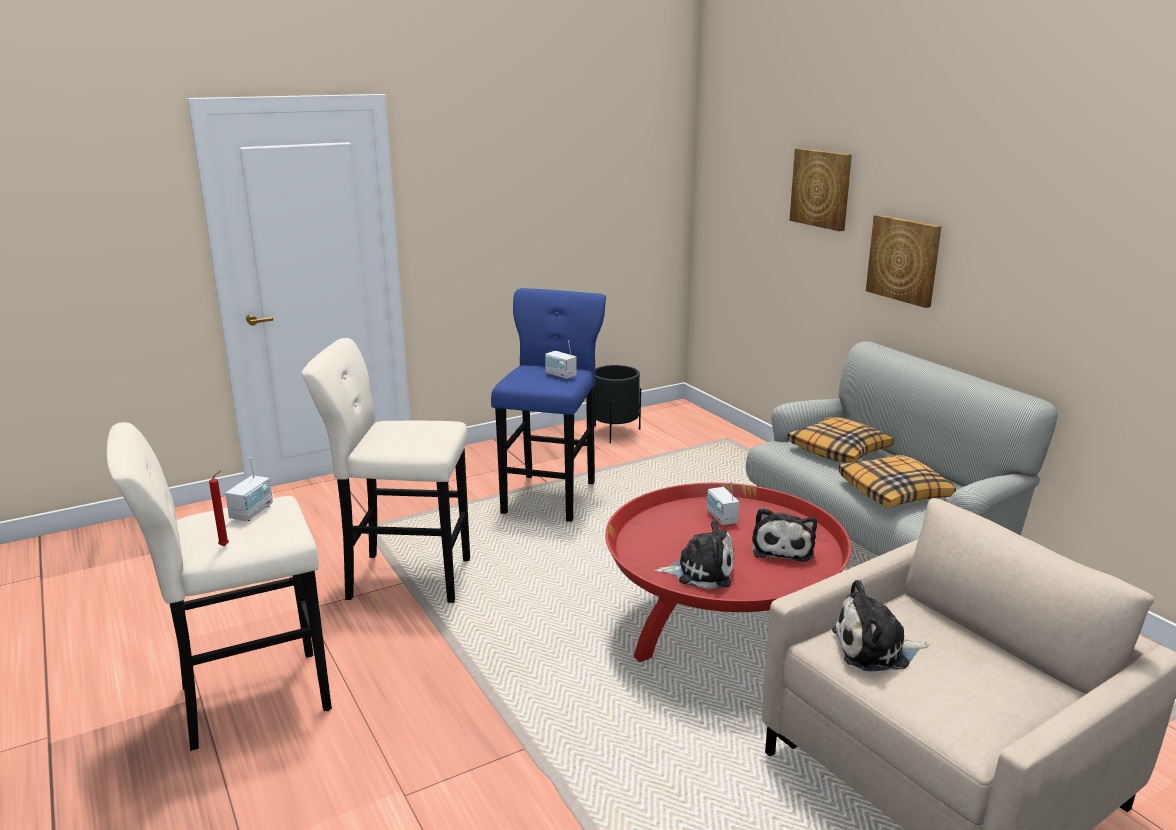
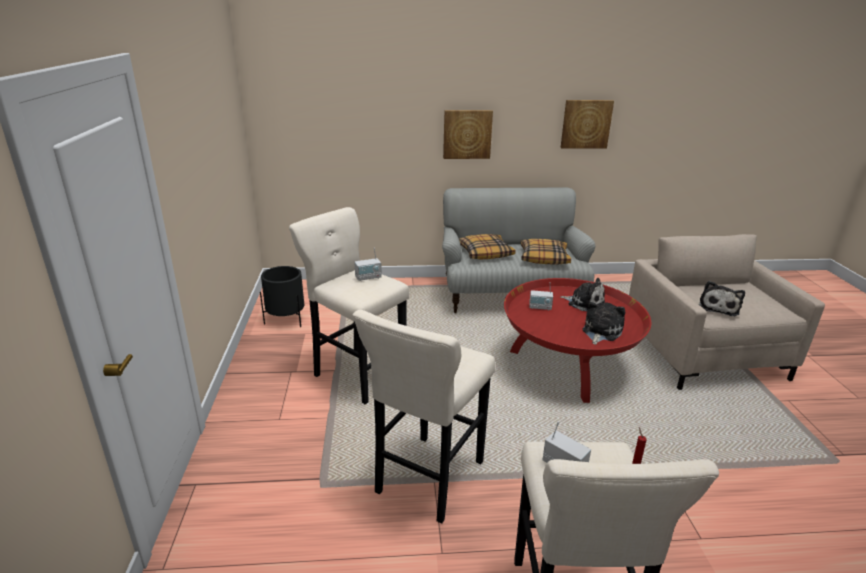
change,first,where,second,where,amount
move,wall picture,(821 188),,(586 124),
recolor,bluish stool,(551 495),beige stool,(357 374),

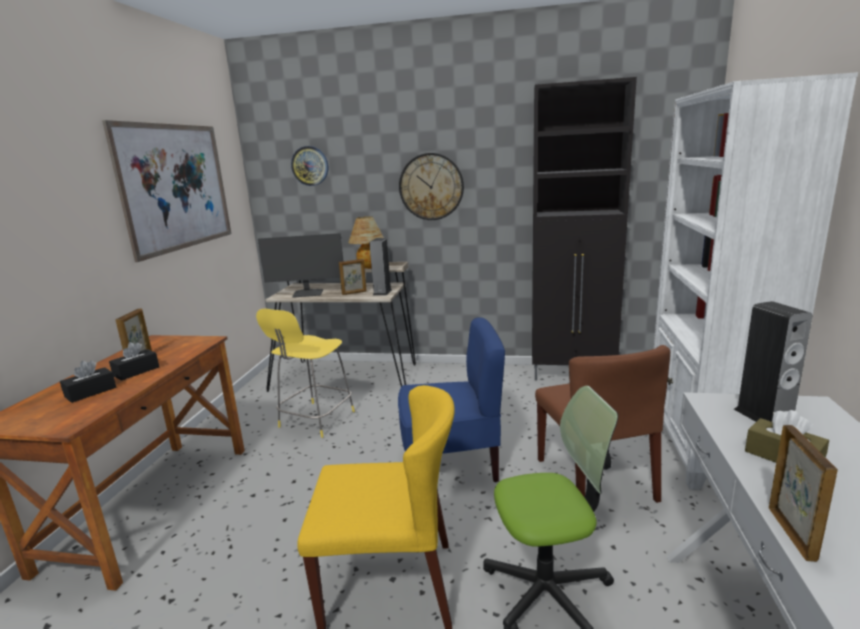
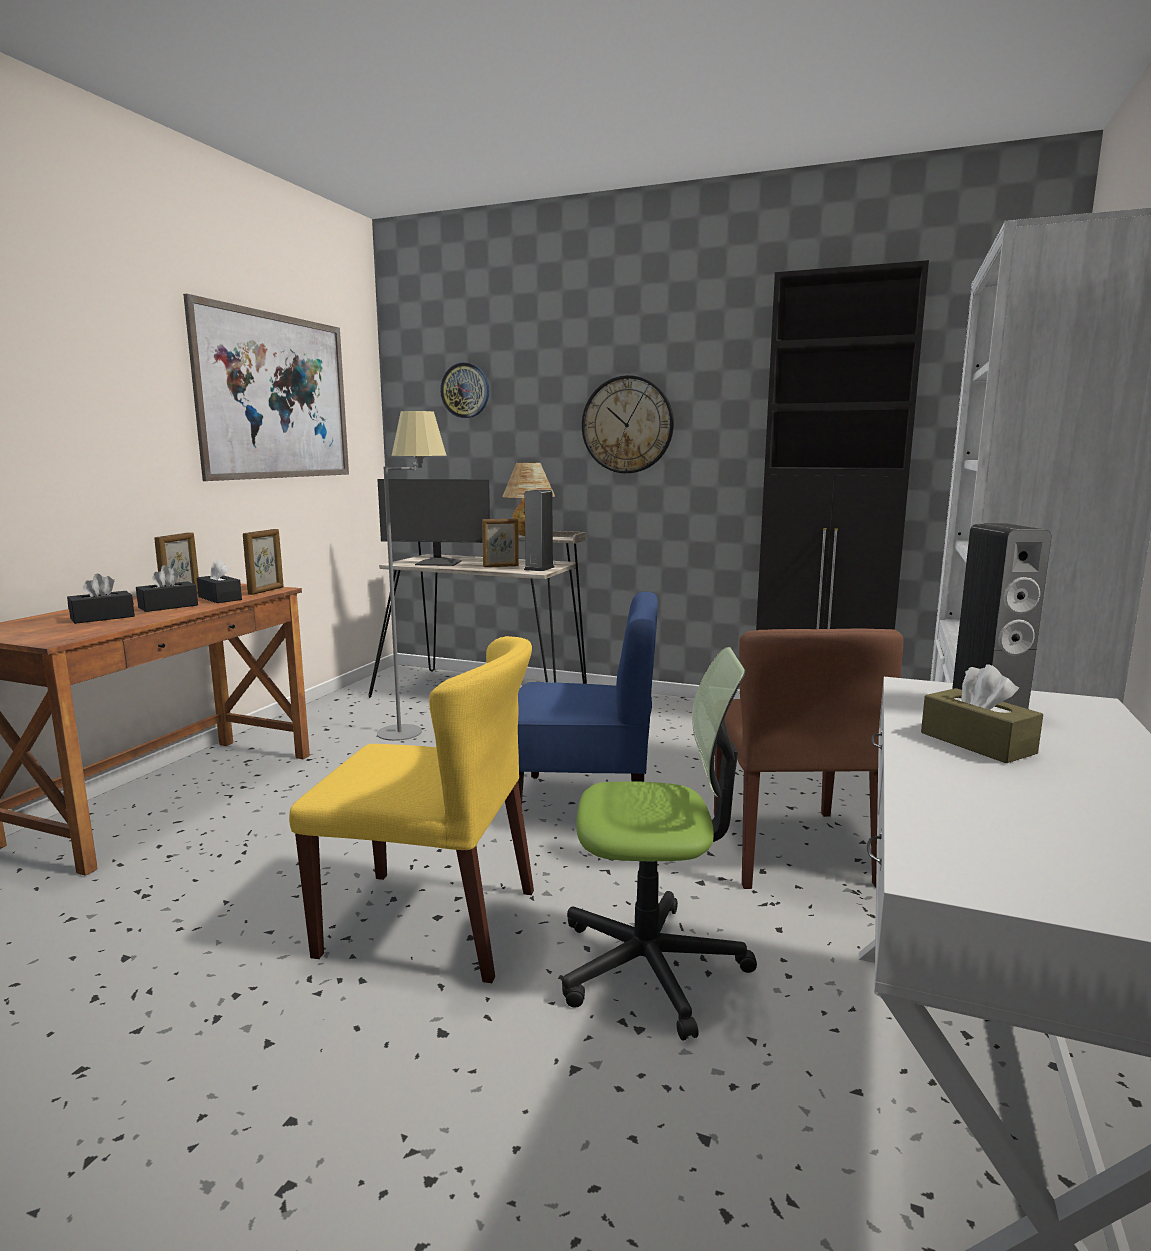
change,first,where,second,where,amount
insert,,,black tissue holder,(220 598),
move,photo frame,(792 533),,(266 591),
replace,yellow stool,(315 420),grey standing lamp,(417 734),

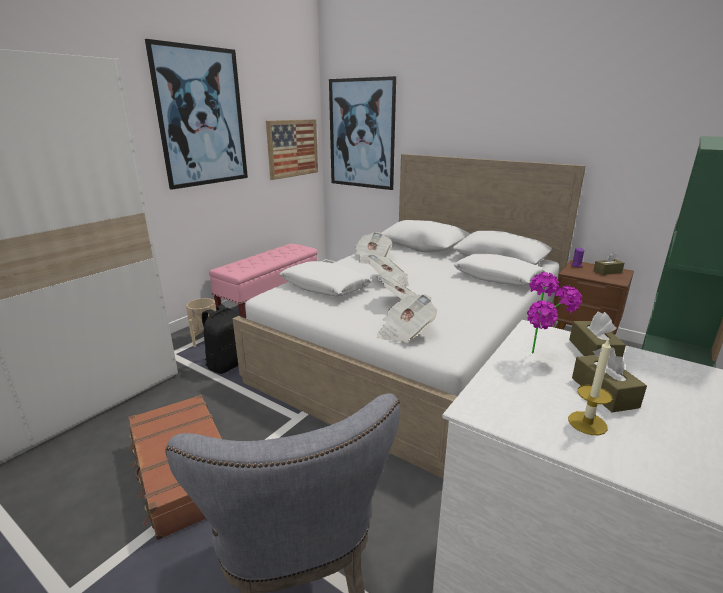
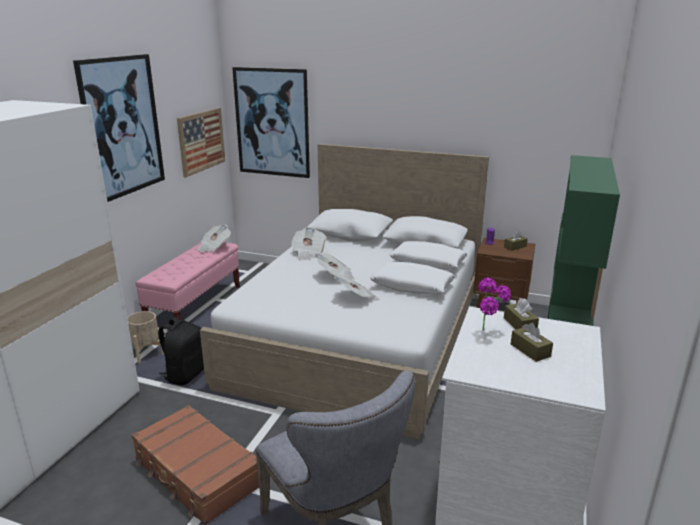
change,first,where,second,where,amount
delete,wax light,(587 423),,,
move,white-coloured pillow,(325 287),,(412 286),
move,printed paper,(405 332),,(214 247),

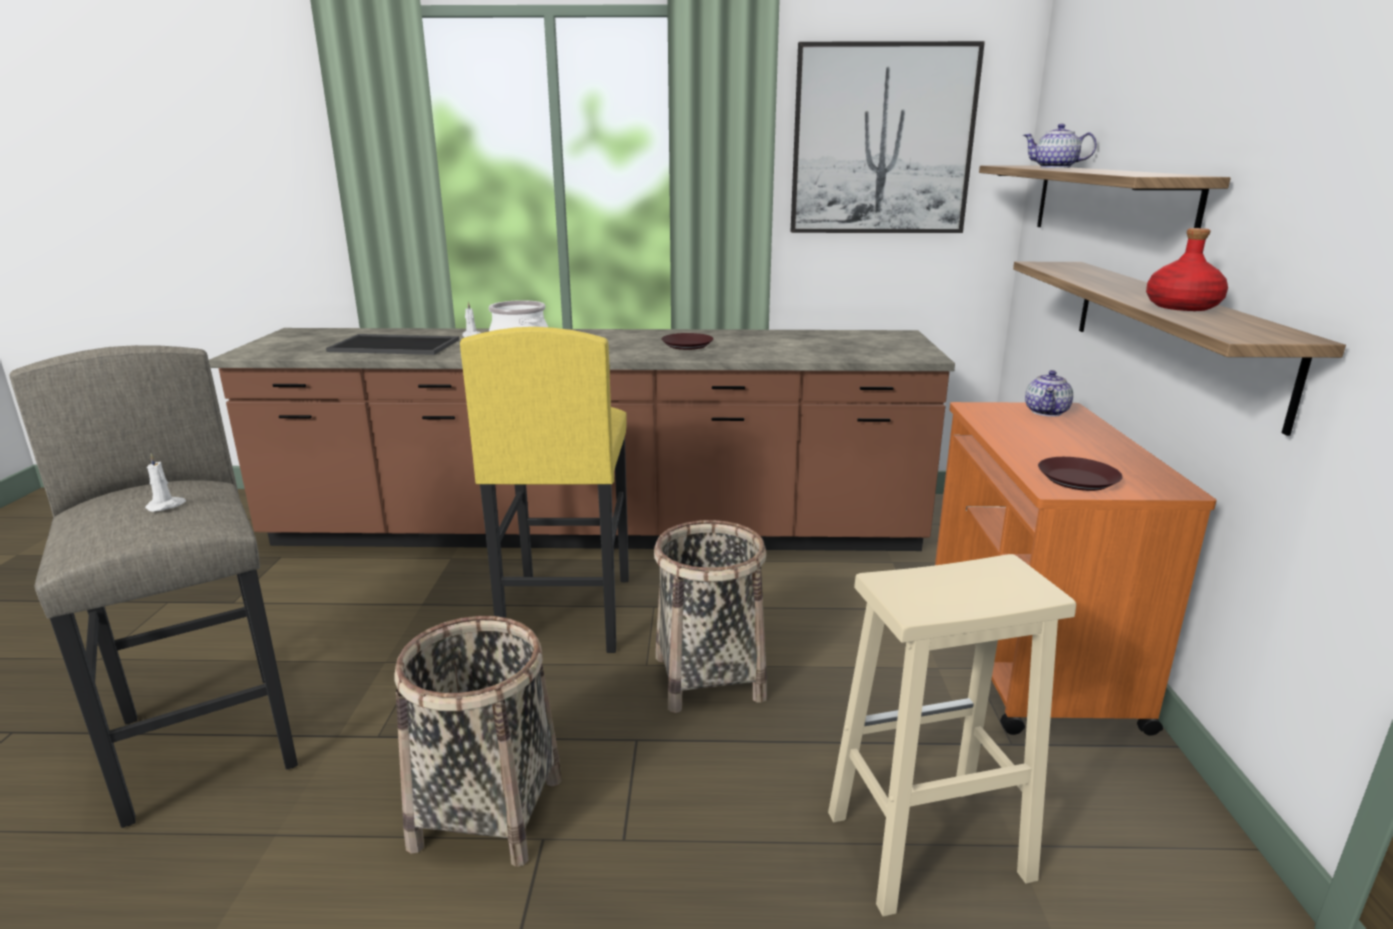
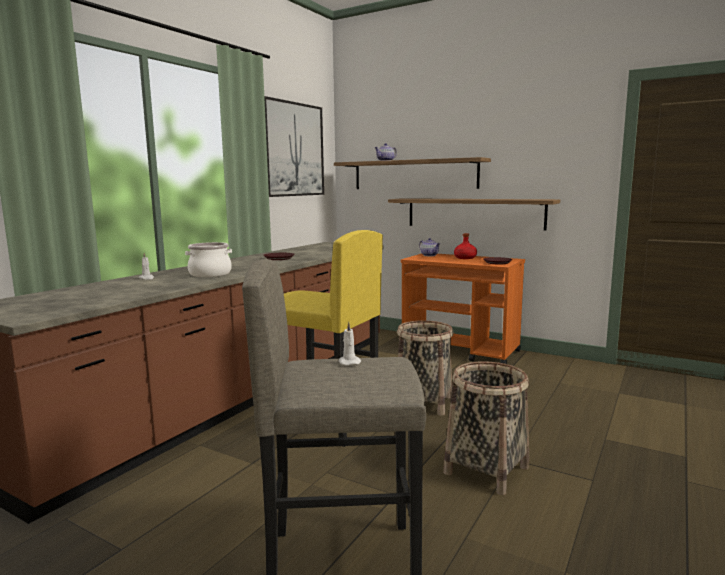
change,first,where,second,where,amount
delete,serving tray,(396 345),,,
delete,beige stool,(925 847),,,
move,reddish drink bottle,(1182 307),,(465 258),

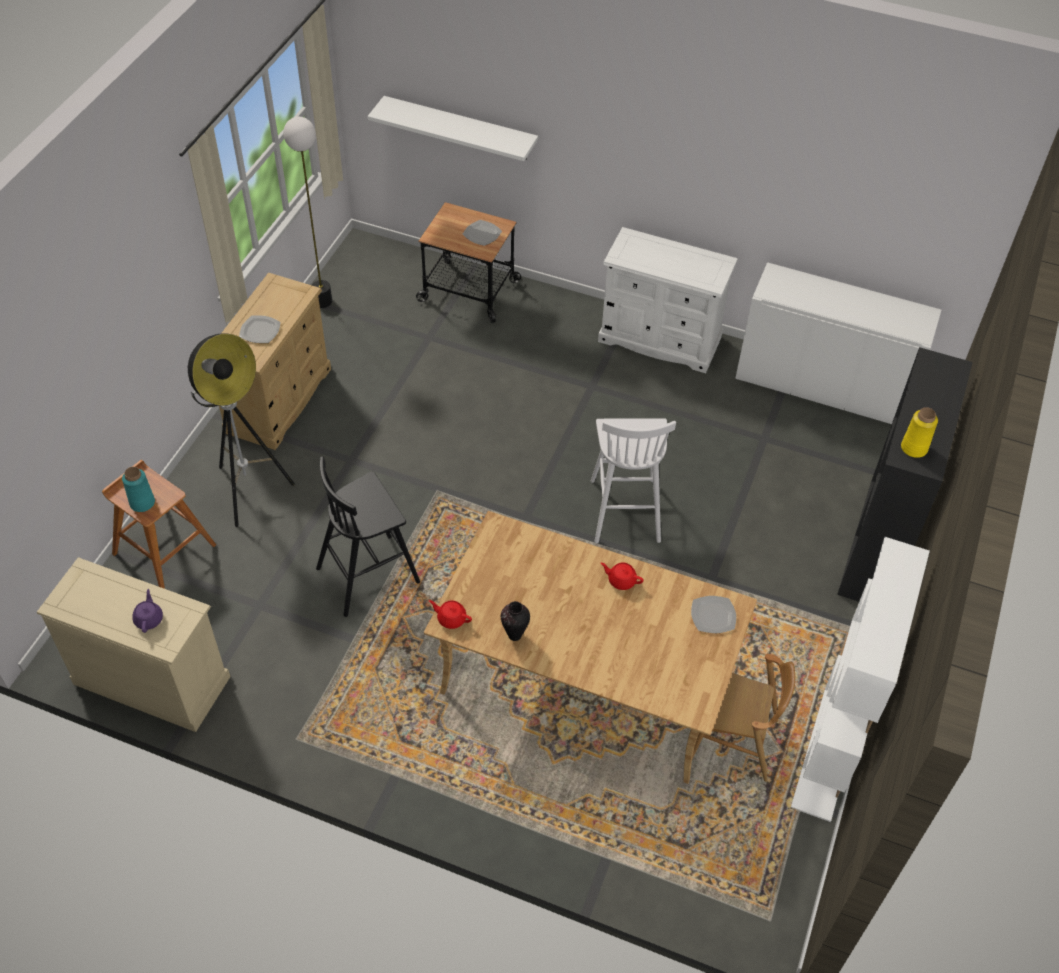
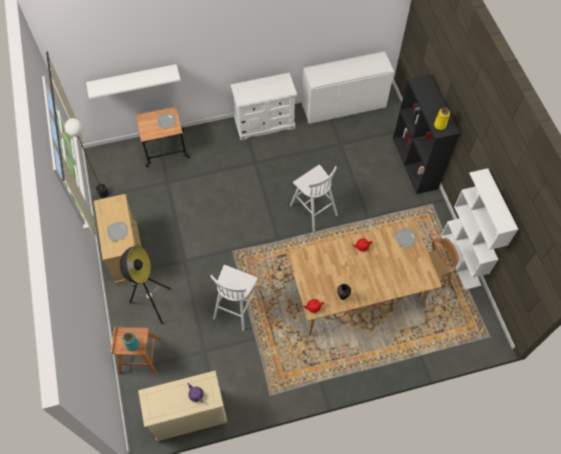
change,first,where,second,where,amount
recolor,black stool,(370 574),white-coloured stool,(237 306),

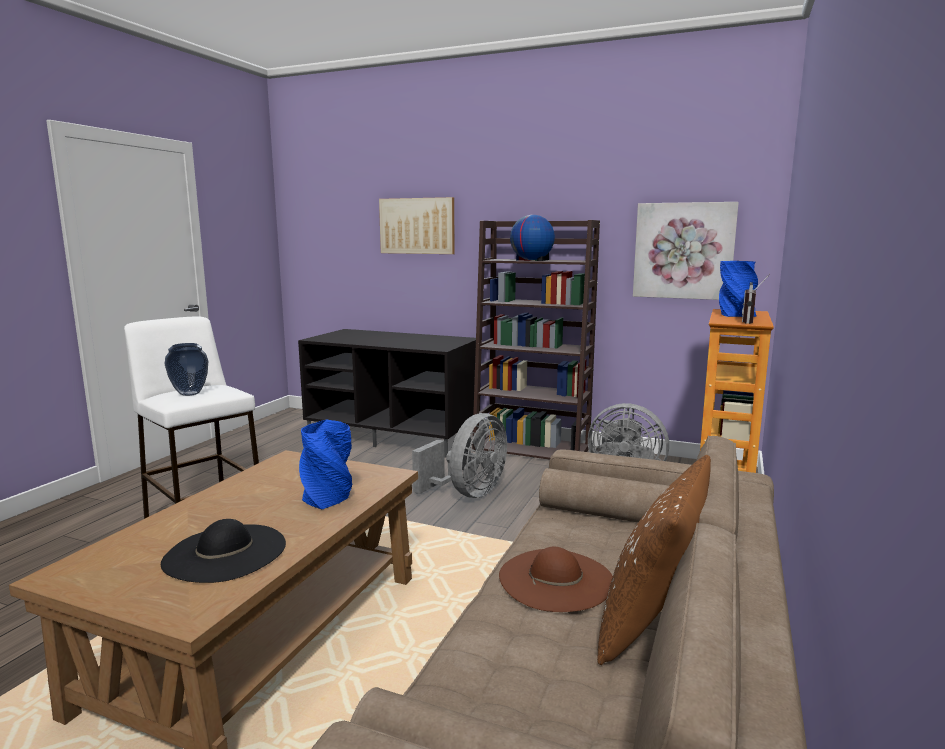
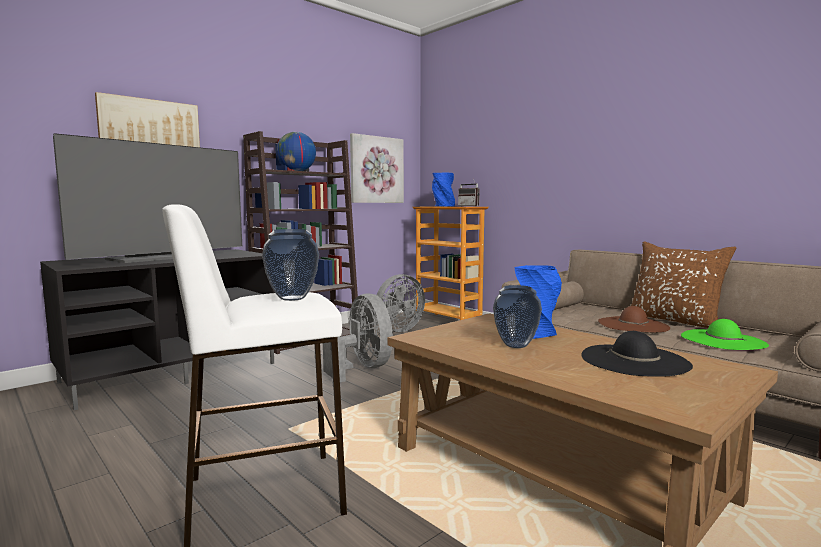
change,first,where,second,where,amount
insert,,,TV,(161 257),
insert,,,flower vase,(515 345),
insert,,,greenish hat,(723 340),

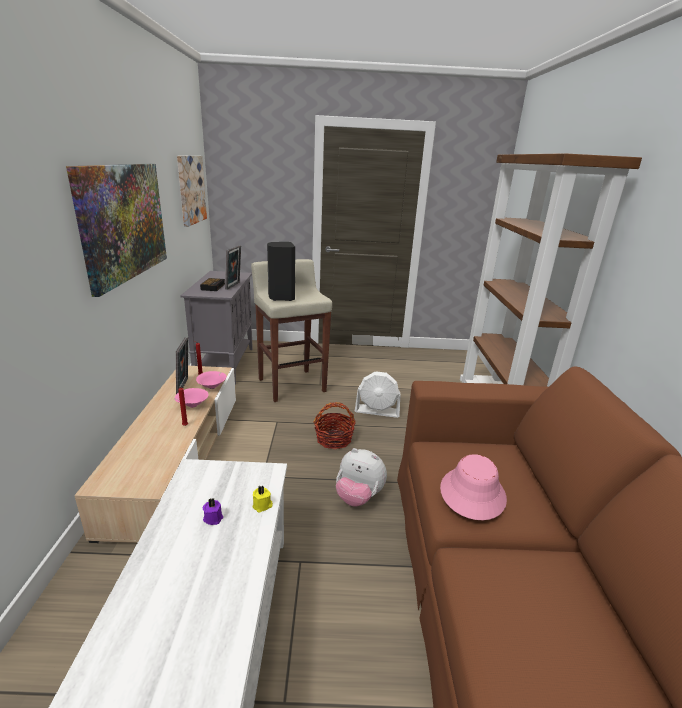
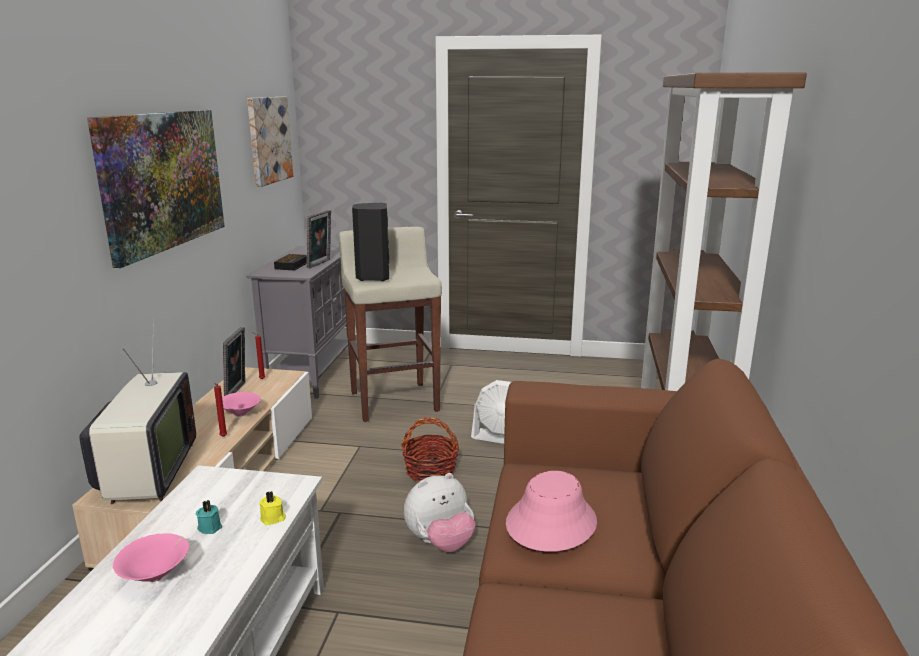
change,first,where,second,where,amount
insert,,,TV,(147 474),
move,pinkish serving bowl,(212 387),,(157 575),
recolor,purplish wax light,(213 518),turquoise-coloured wax light,(210 527),
rotate,plush toy,(358 497),,(440 543),60 degrees counterclockwise

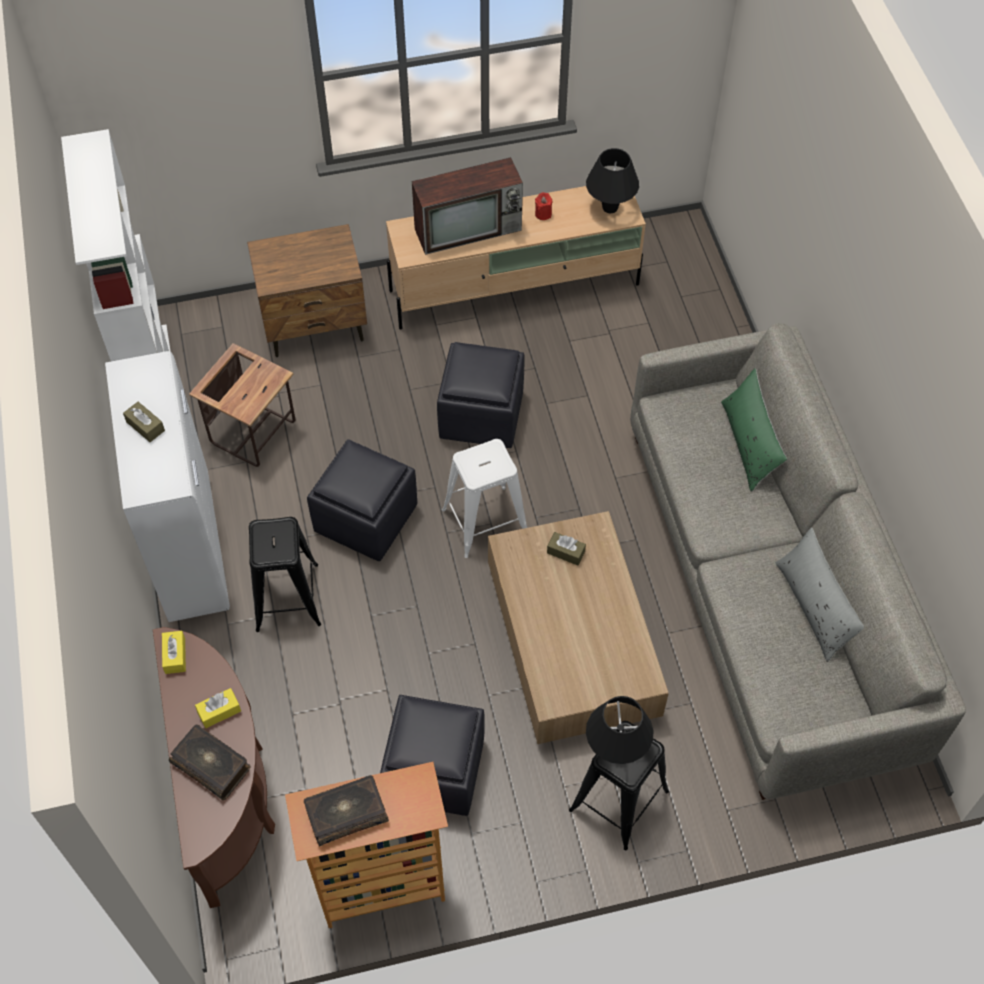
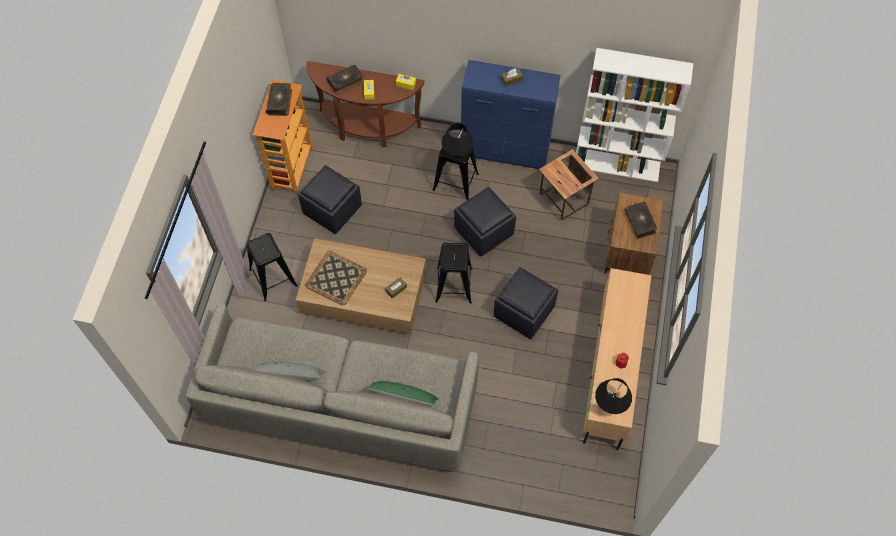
change,first,where,second,where,amount
delete,TV,(470 228),,,
insert,,,serving tray,(336 278),
insert,,,book,(640 222),
move,black lamp for a table,(616 748),,(457 153),
recolor,white-coloured cabinet,(189 547),bluish cabinet,(505 151),
recolor,white-coloured stool,(485 521),black stool,(454 285),

